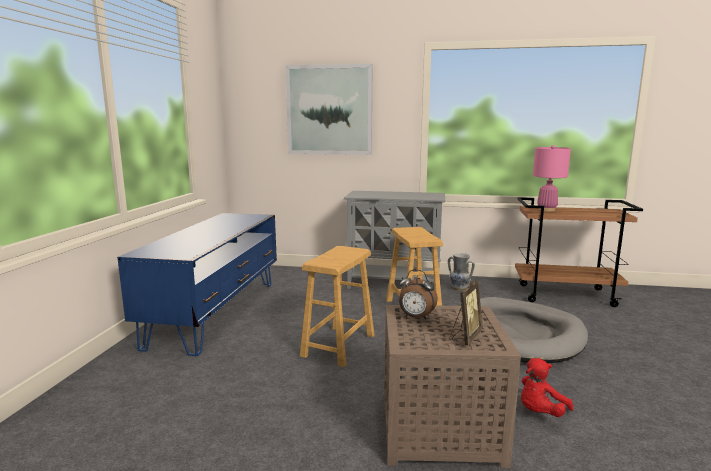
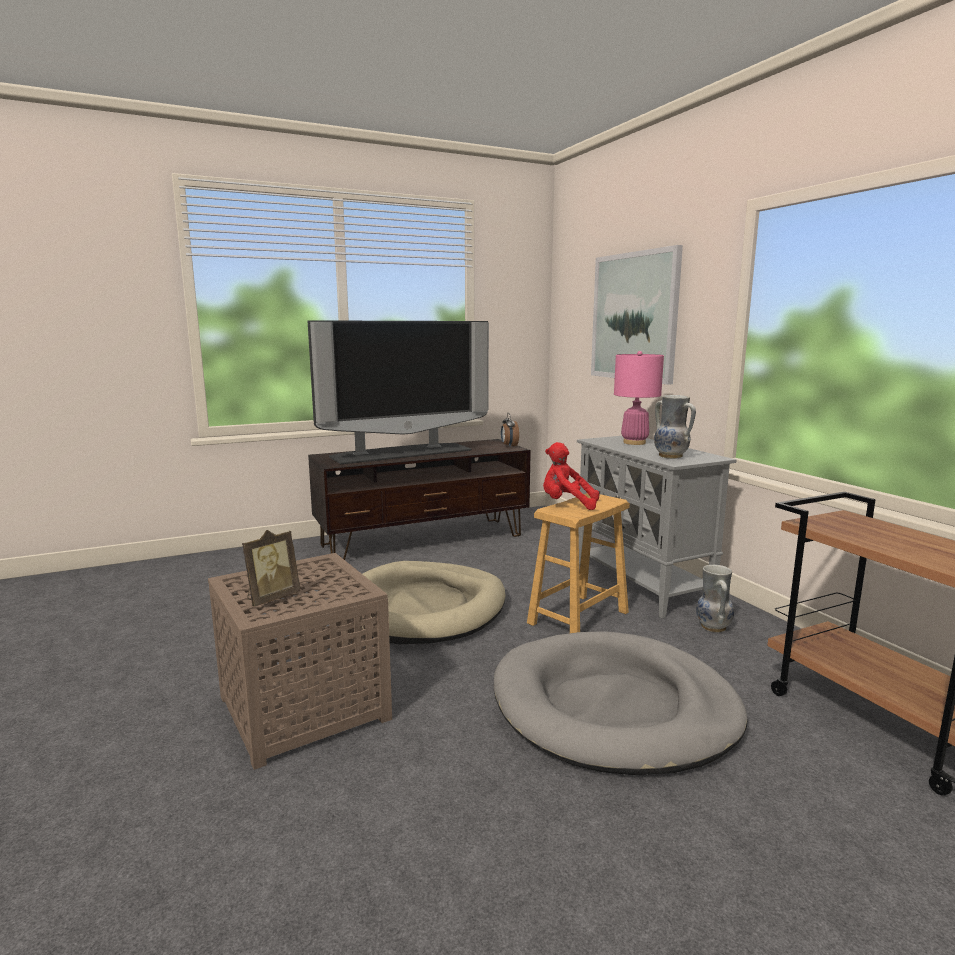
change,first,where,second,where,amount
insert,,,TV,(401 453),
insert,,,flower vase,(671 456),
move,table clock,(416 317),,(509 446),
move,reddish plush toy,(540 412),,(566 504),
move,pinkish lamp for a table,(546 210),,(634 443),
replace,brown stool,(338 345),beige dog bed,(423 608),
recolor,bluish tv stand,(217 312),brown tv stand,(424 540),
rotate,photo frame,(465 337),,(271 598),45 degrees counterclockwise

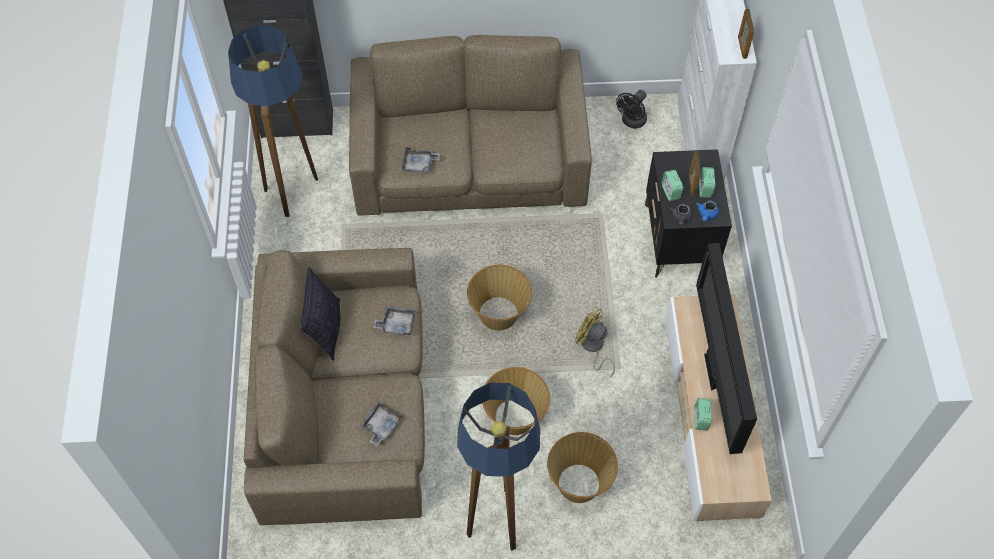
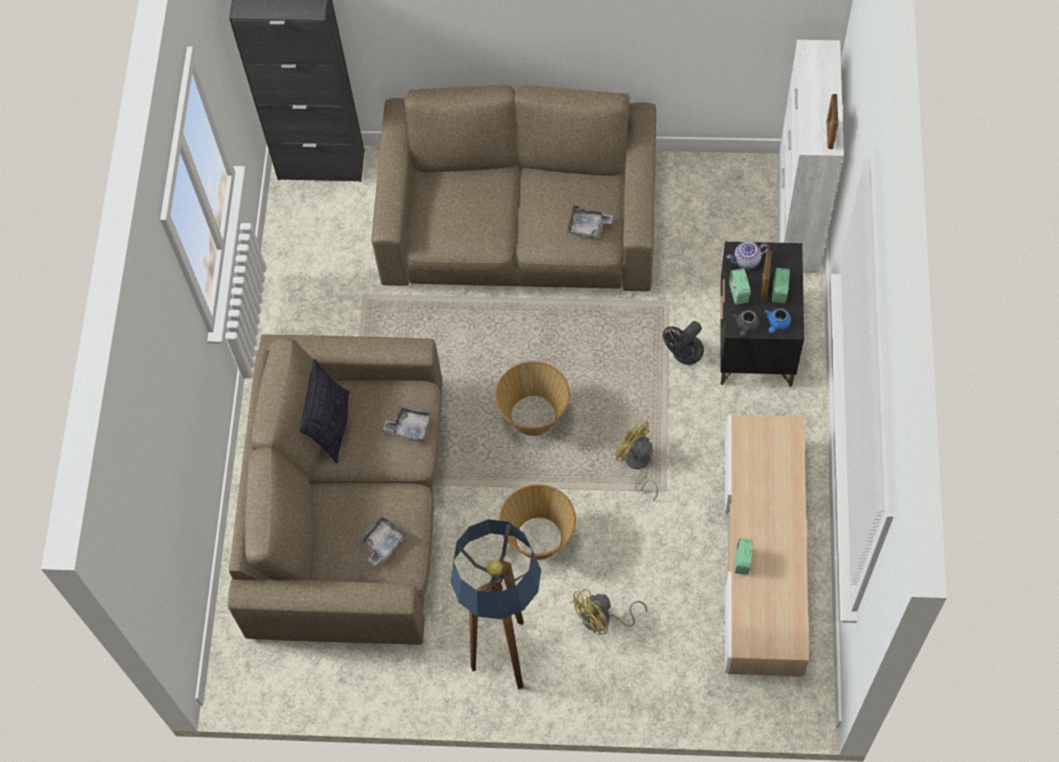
change,first,where,second,where,amount
delete,standing lamp,(294 192),,,
delete,TV,(713 374),,,
insert,,,teapot,(746 261),
move,grey serving tray,(419 164),,(588 226),
move,black fan,(631 122),,(684 355),
replace,basket,(579 482),yellow fan,(602 619),

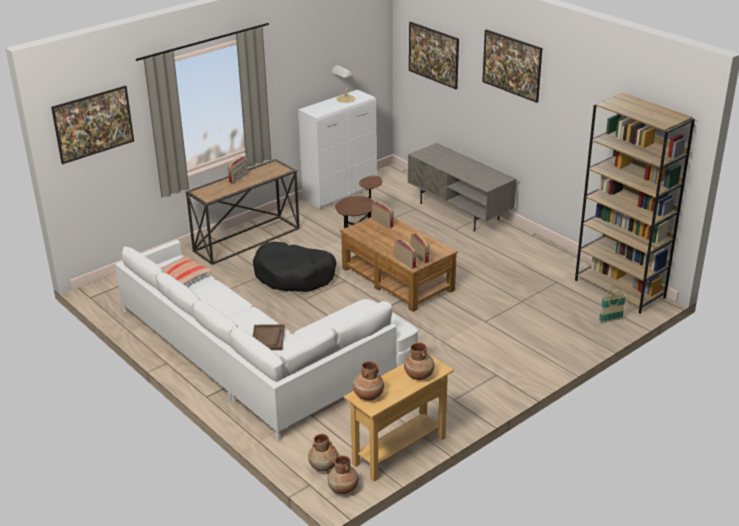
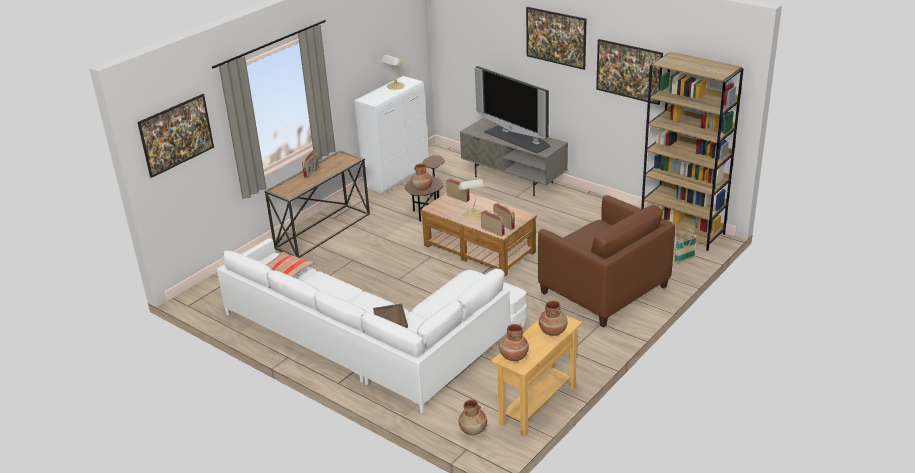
change,first,where,second,where,amount
delete,black dog bed,(294 276),,,
insert,,,lamp for a table,(473 214),
insert,,,TV,(518 138),
insert,,,brown armchair,(603 289),
move,brown flower vase,(343 489),,(422 188),
move,wall picture,(433 67),,(628 84),

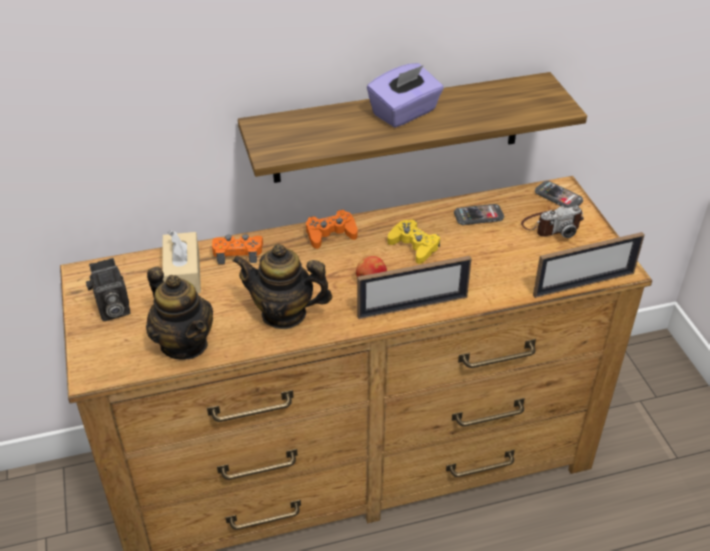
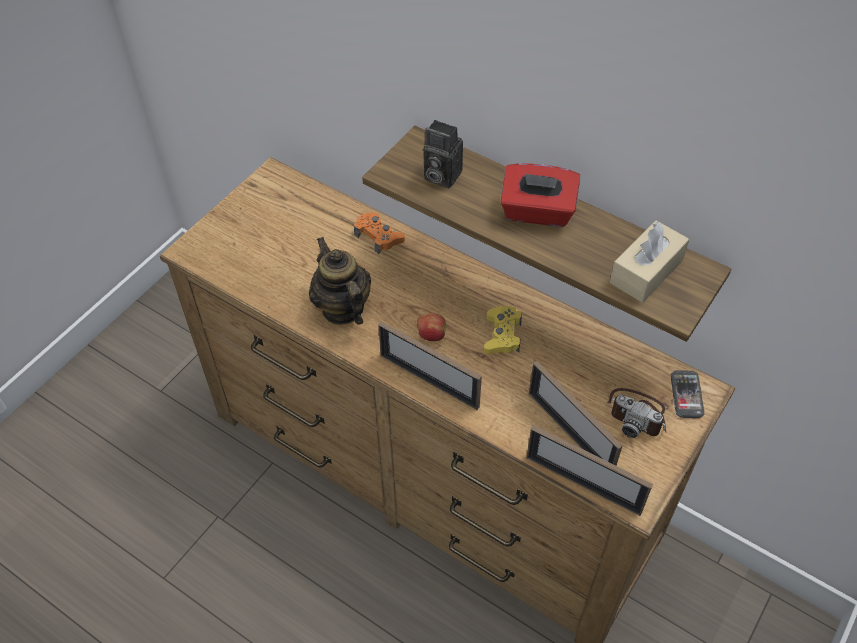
change,first,where,second,where,amount
delete,teapot,(184 343),,,
delete,orangey gamepad,(330 234),,,
delete,telephone,(478 216),,,
insert,,,photo frame,(569 433),
move,still camera,(112 311),,(440 176),
move,beige tissue holder,(183 274),,(646 271),
recolor,purplish tissue holder,(404 113),reddish tissue holder,(537 212),

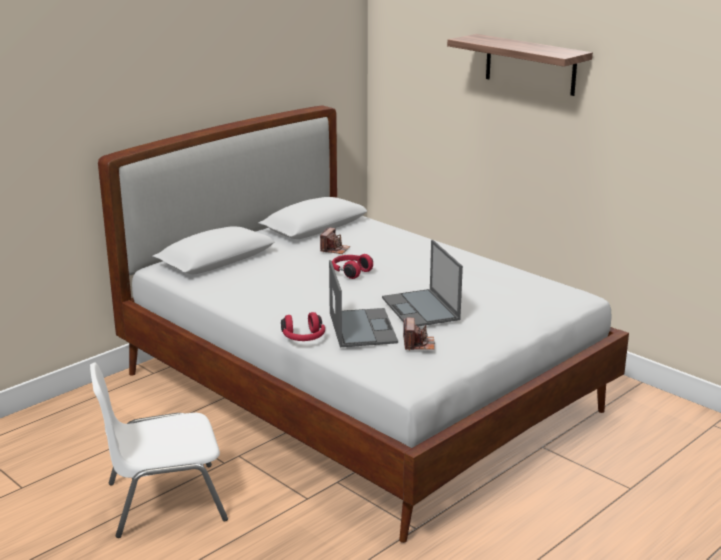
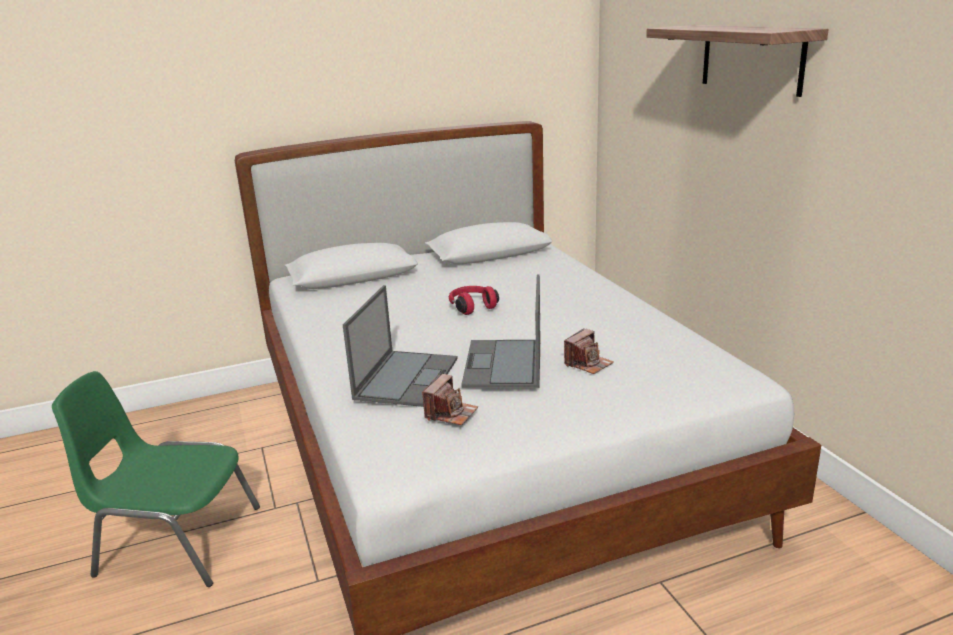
change,first,where,second,where,amount
delete,reddish headset,(303 338),,,
move,still camera,(334 249),,(588 364),
recolor,white-coloured chair,(164 501),greenish chair,(177 541),

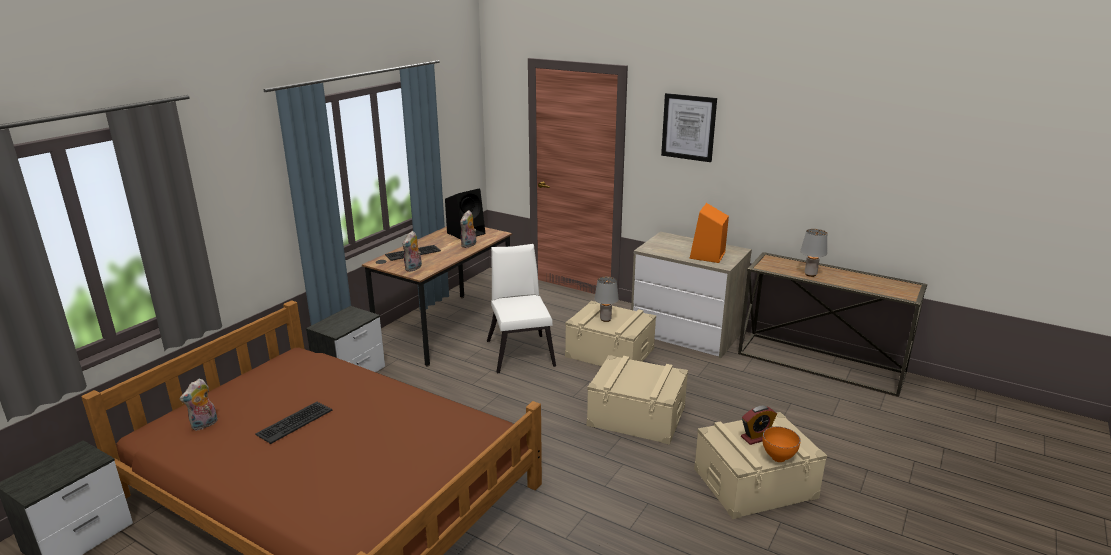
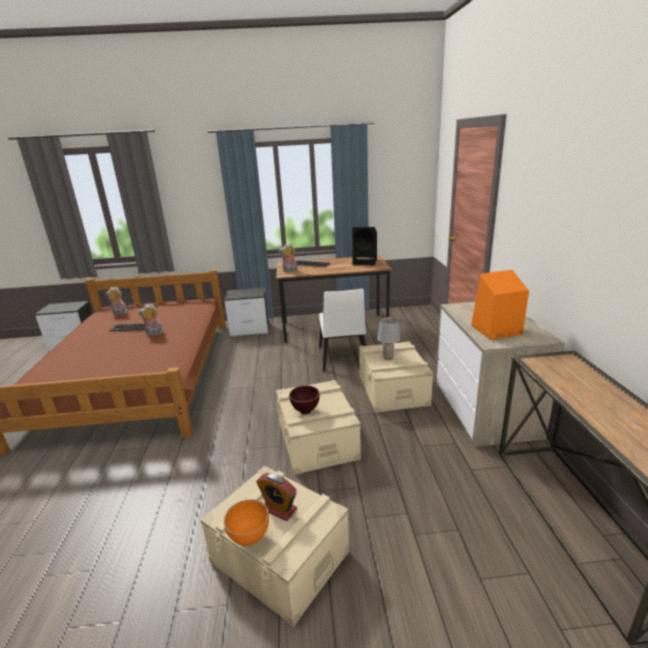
change,first,where,second,where,amount
delete,wall picture,(688 127),,,
delete,grey lamp for a table,(810 274),,,
insert,,,brown serving bowl,(306 411),
move,plush toy,(469 245),,(154 334),
rotate,white-coloured chair,(520 350),,(343 359),135 degrees clockwise

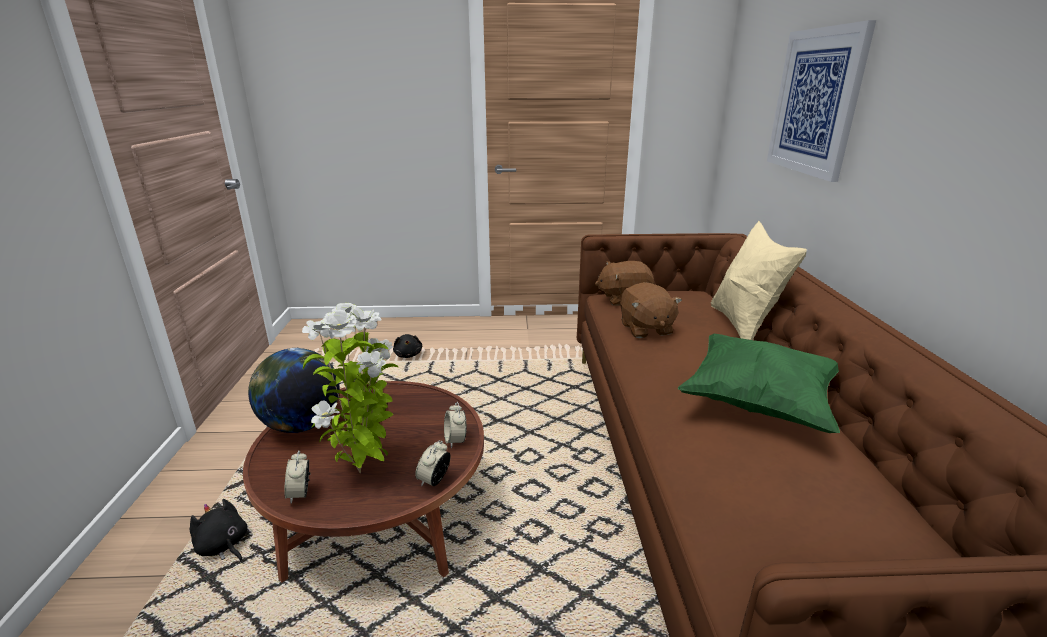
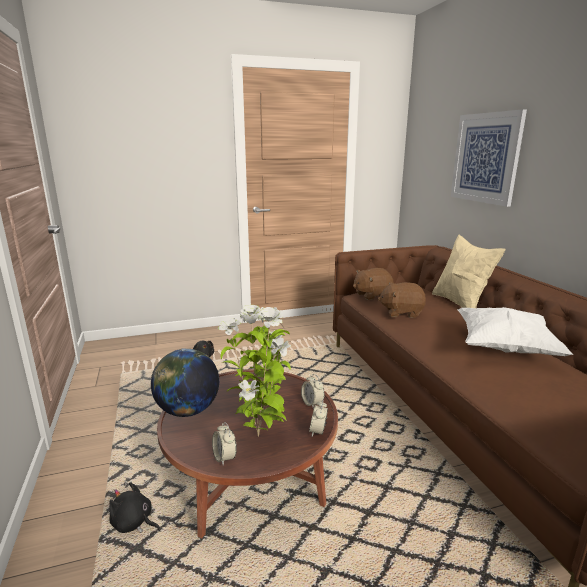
change,first,where,second,where,amount
recolor,greenish pillow,(757 403),white-coloured pillow,(504 348),
rotate,brown plush toy,(645 329),,(401 312),120 degrees clockwise

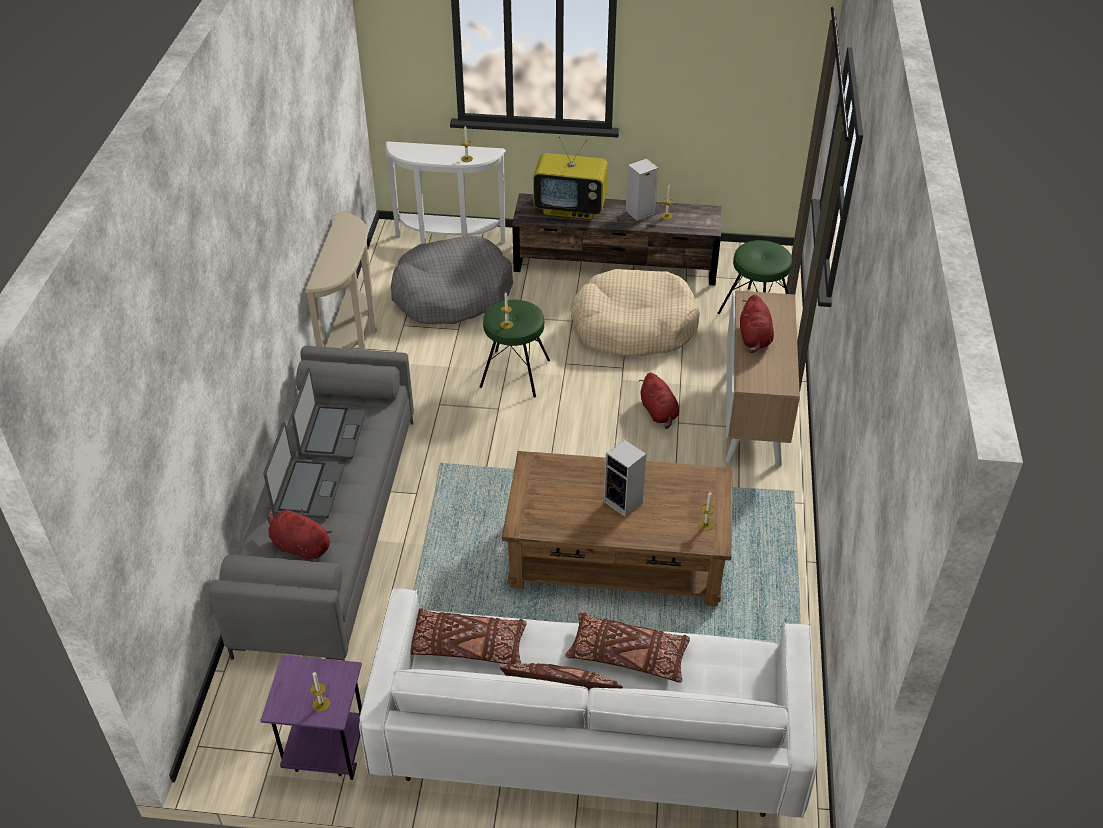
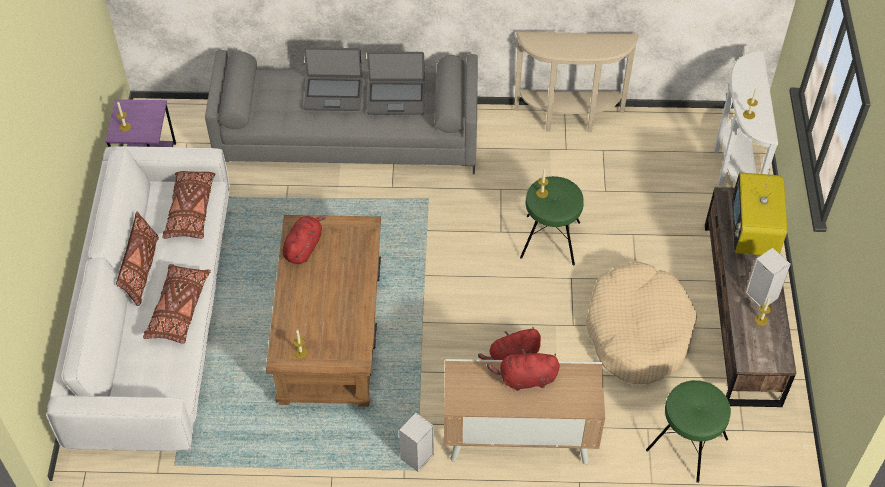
change,first,where,second,where,amount
delete,grey dog bed,(451 294),,,
move,reddish plush toy,(299 546),,(304 247),
move,loudspeaker,(624 502),,(417 458),

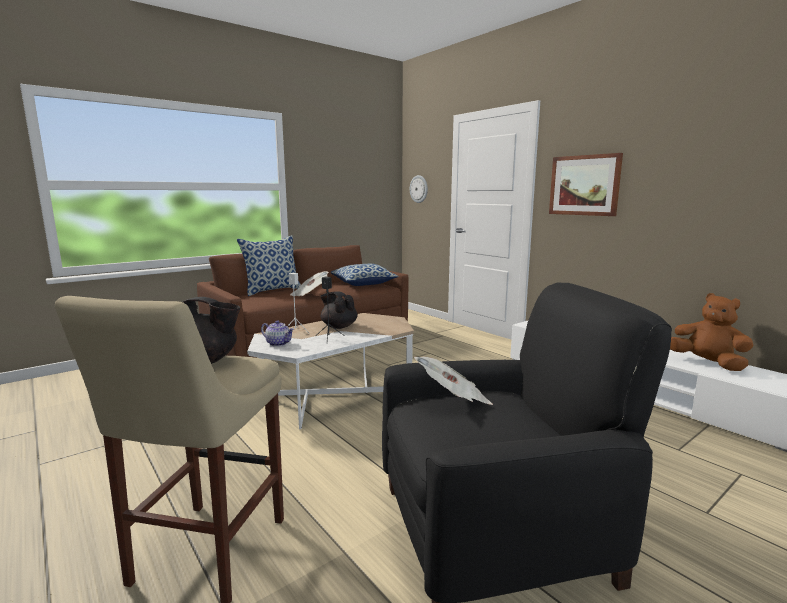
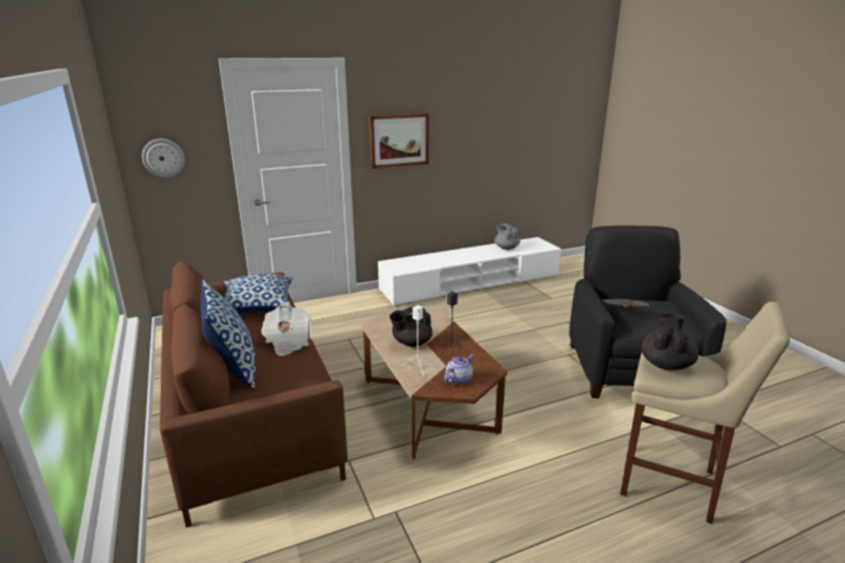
change,first,where,second,where,amount
replace,brown plush toy,(707 363),grey teapot,(506 248),
recolor,white-coloured low table,(336 394),brown low table,(428 406),

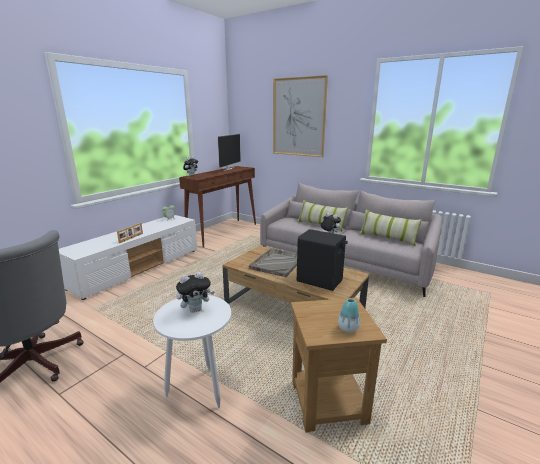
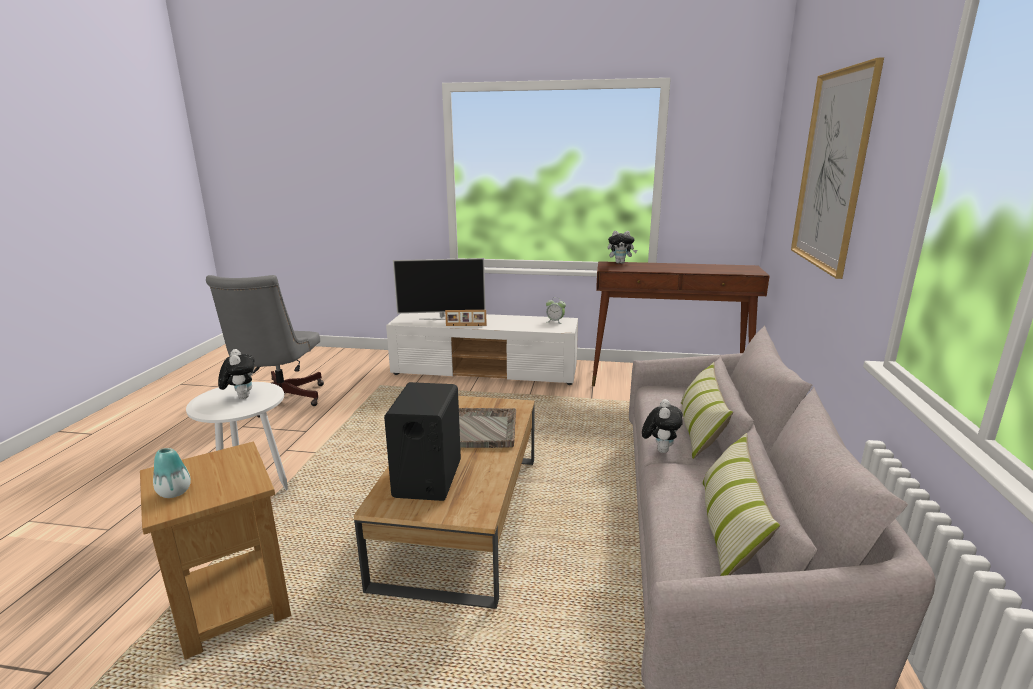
change,first,where,second,where,amount
move,TV,(228 169),,(442 318),
rotate,plush toy,(196 309),,(241 397),150 degrees counterclockwise

